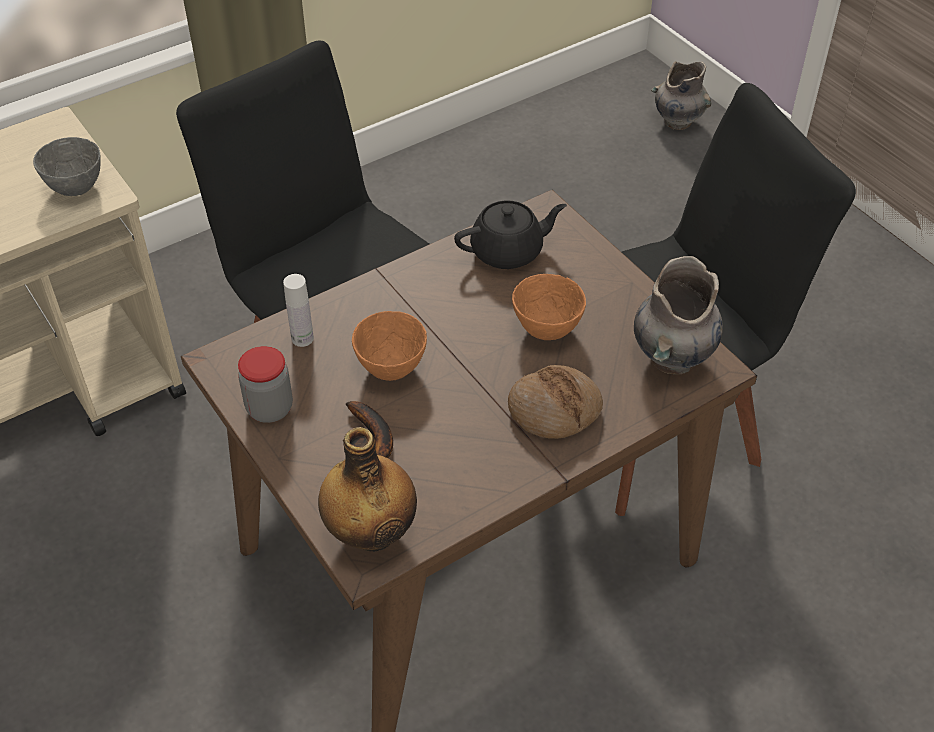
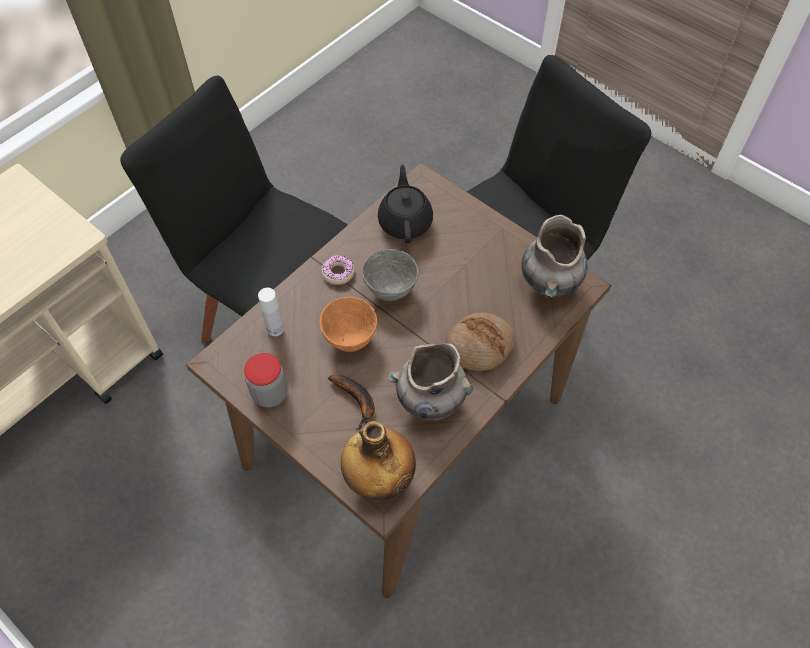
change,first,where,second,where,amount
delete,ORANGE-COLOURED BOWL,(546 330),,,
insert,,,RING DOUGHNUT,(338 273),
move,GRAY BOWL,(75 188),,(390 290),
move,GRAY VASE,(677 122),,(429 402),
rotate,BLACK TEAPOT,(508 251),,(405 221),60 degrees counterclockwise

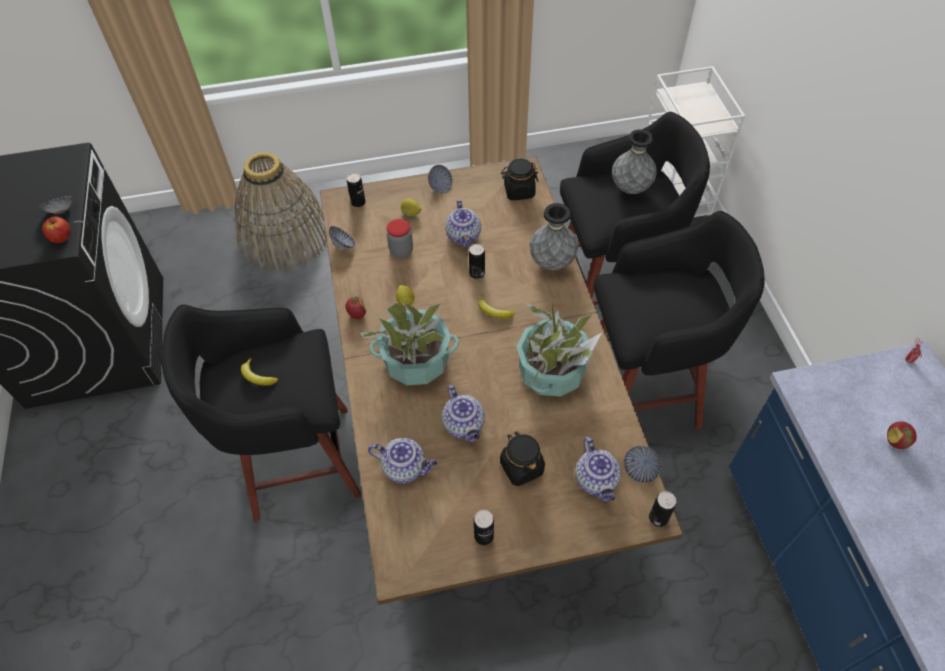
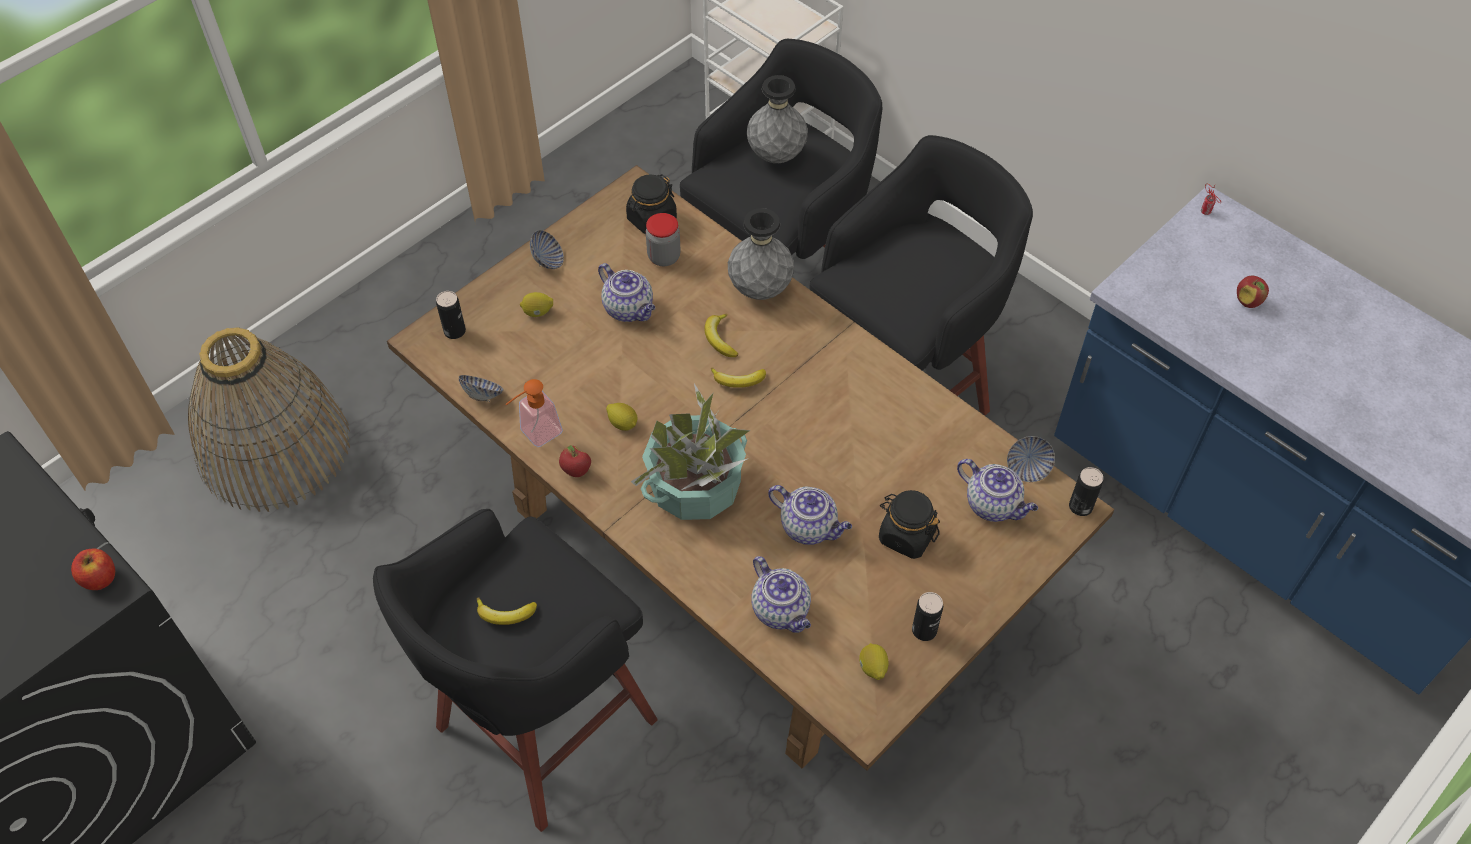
change,first,where,second,where,amount
delete,BOWL,(62 211),,,
delete,SEALED CAN,(477 273),,,
delete,POTTED PLANT,(551 372),,,
insert,,,LIQUID SOAP BOTTLE,(535 435),
insert,,,WHOLE BANANA,(720 339),
insert,,,LEMON,(872 668),
move,PRESERVE JAR,(401 251),,(664 257),
rotate,TEAPOT,(405 467),,(782 610),75 degrees clockwise

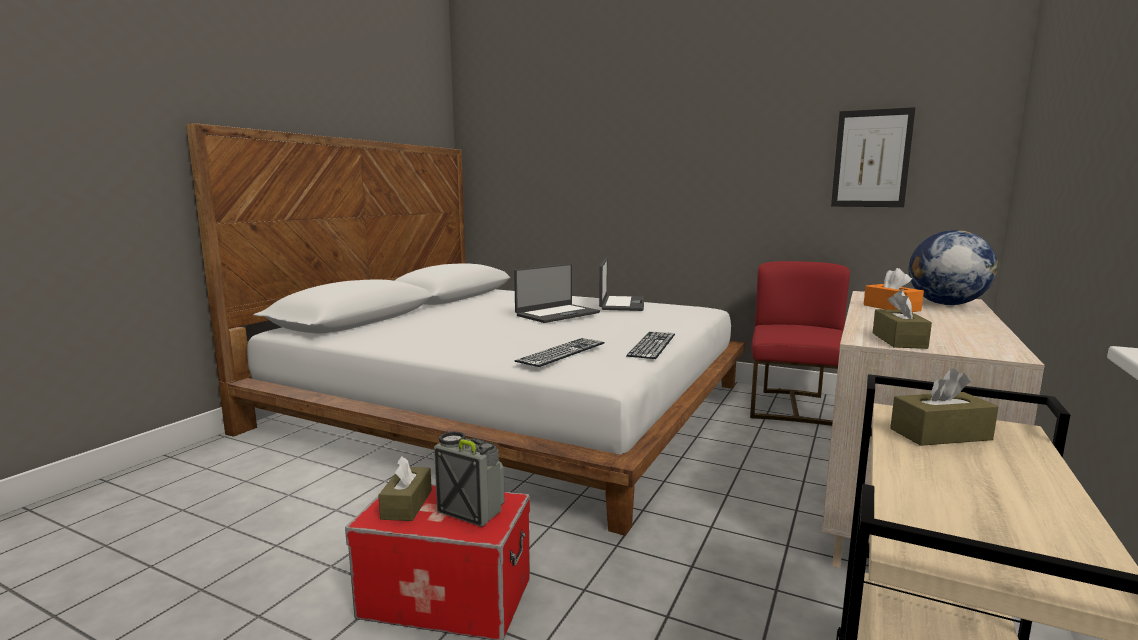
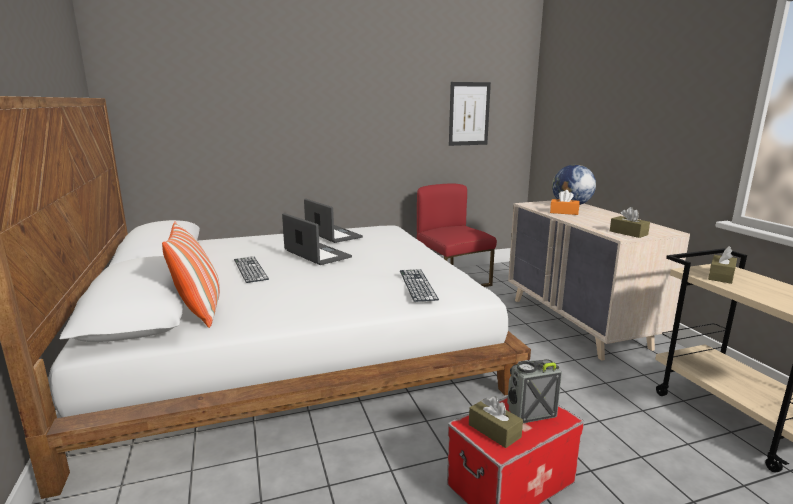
change,first,where,second,where,amount
insert,,,PILLOW,(199 311),
move,KEYBOARD,(652 345),,(250 269),
rotate,PORTABLE COMPUTER,(557 314),,(316 254),45 degrees counterclockwise

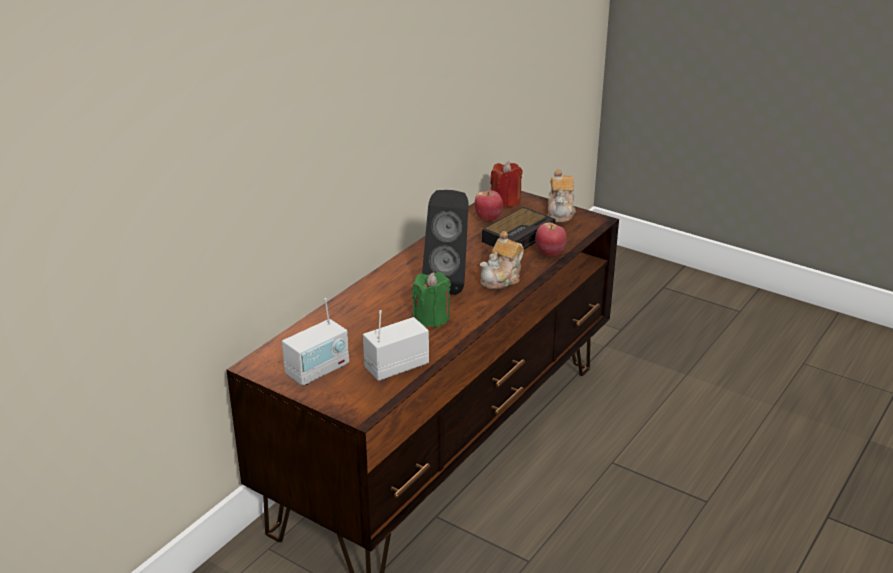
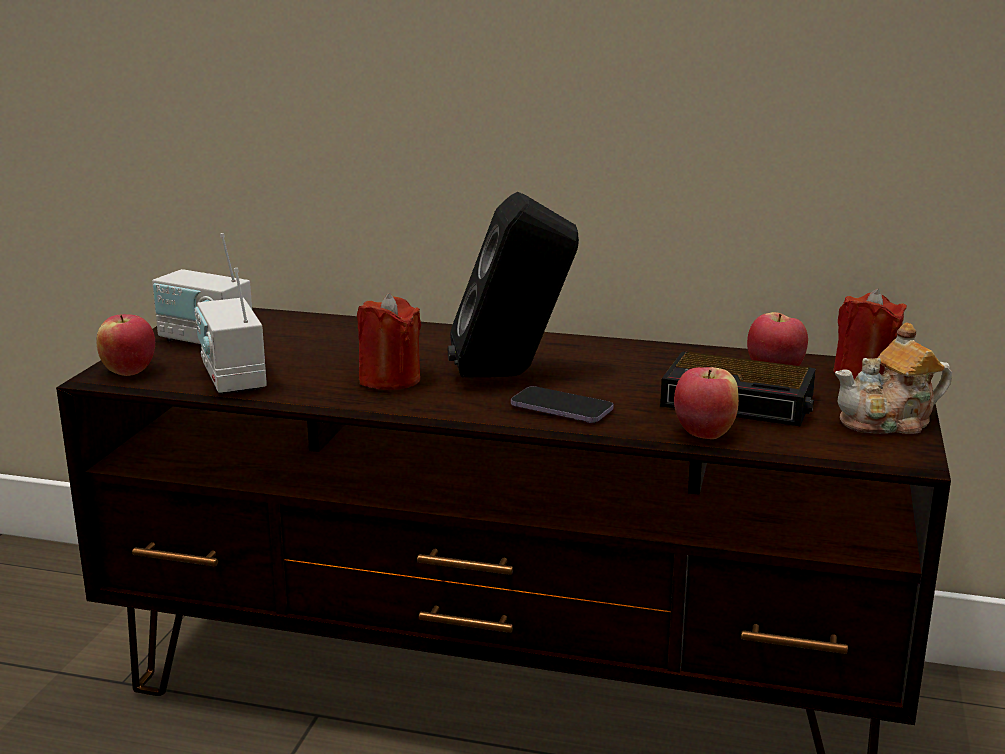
change,first,where,second,where,amount
insert,,,APPLE,(129 371),
replace,TEAPOT,(502 279),TELEPHONE,(561 408),
recolor,GREEN WAX LIGHT,(432 318),RED-COLOURED WAX LIGHT,(389 379),
rotate,RADIO RECEIVER,(396 367),,(233 378),150 degrees counterclockwise

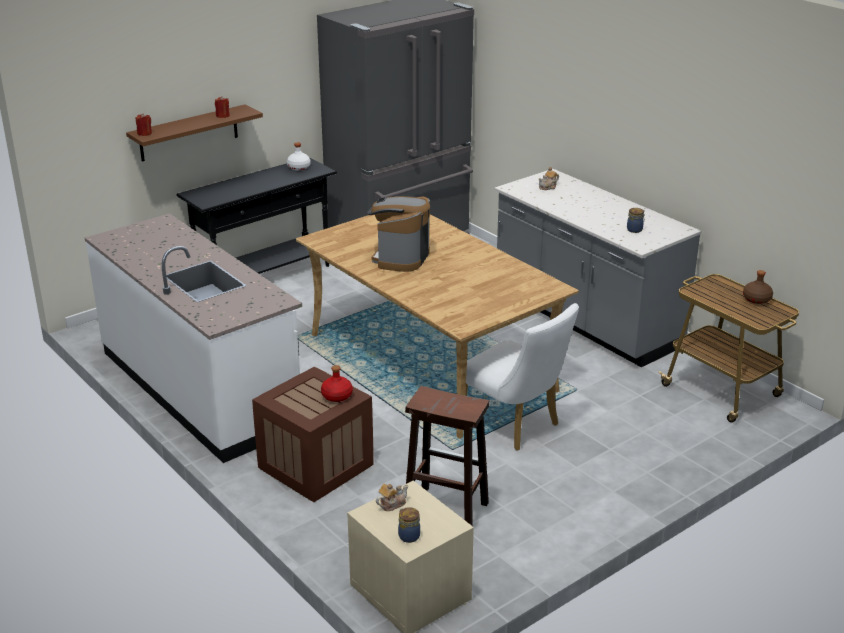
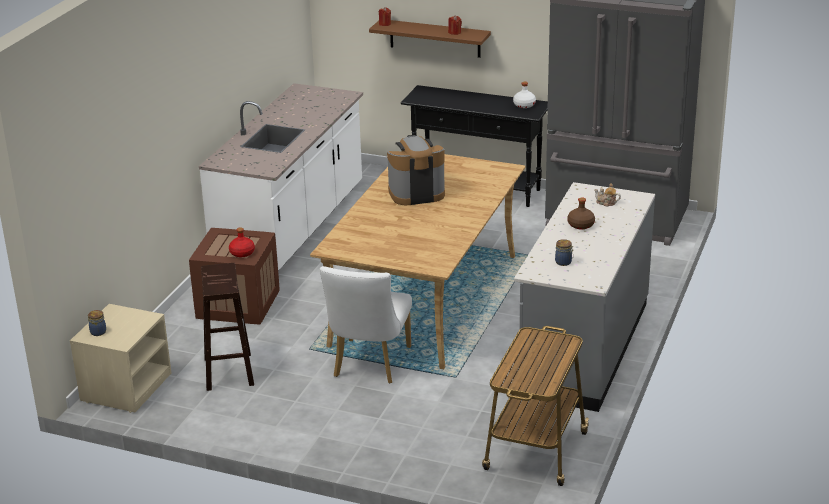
change,first,where,second,where,amount
delete,TEAPOT,(392 504),,,
move,BROWNISH DRINK BOTTLE,(756 299),,(580 225),

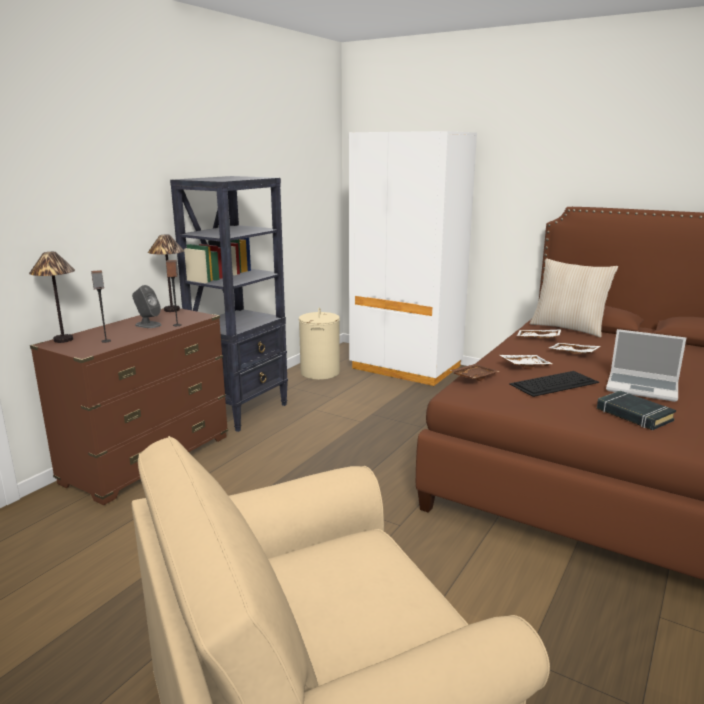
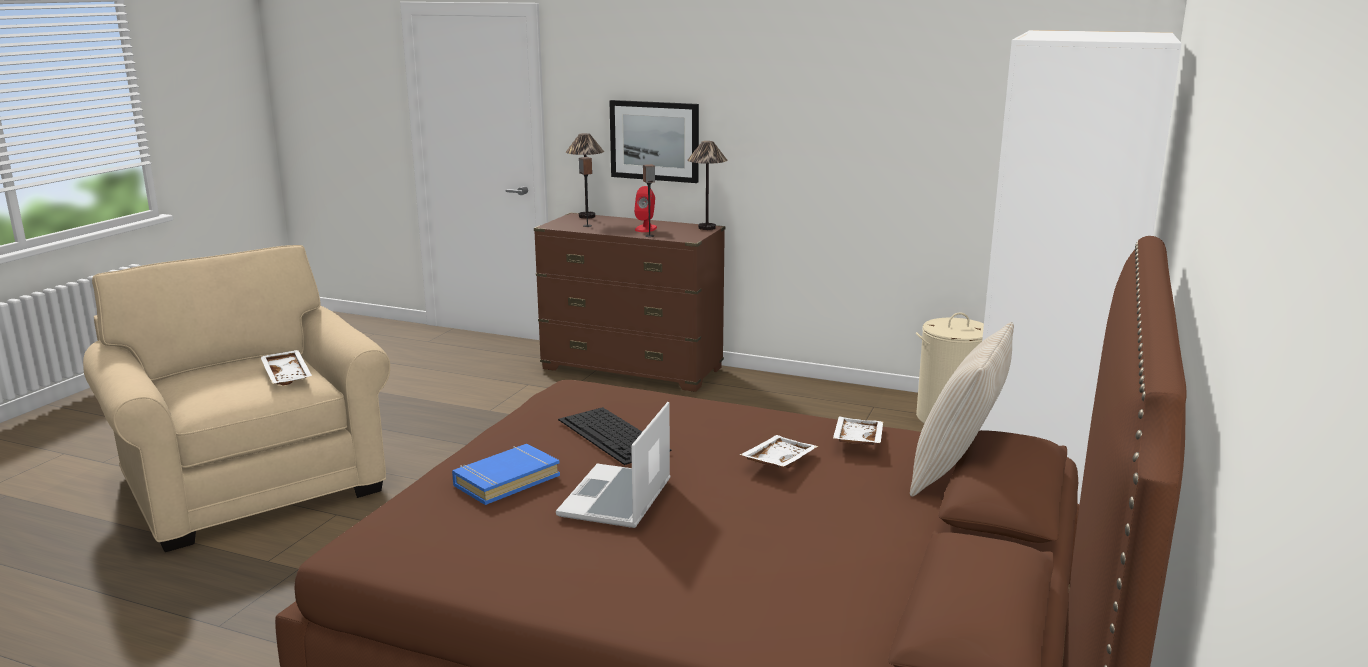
change,first,where,second,where,amount
delete,BLACK BOOKCASE,(242 411),,,
delete,BROWNISH CARRYING TRAY,(473 377),,,
insert,,,PICTURE,(654 141),
move,WHITE-COLOURED CARRYING TRAY,(524 365),,(288 375),
recolor,GRAY SPEAKER,(148 325),RED-COLOURED SPEAKER,(646 228),
recolor,BLACK VOLUME,(633 415),BLUE-COLOURED VOLUME,(506 480),

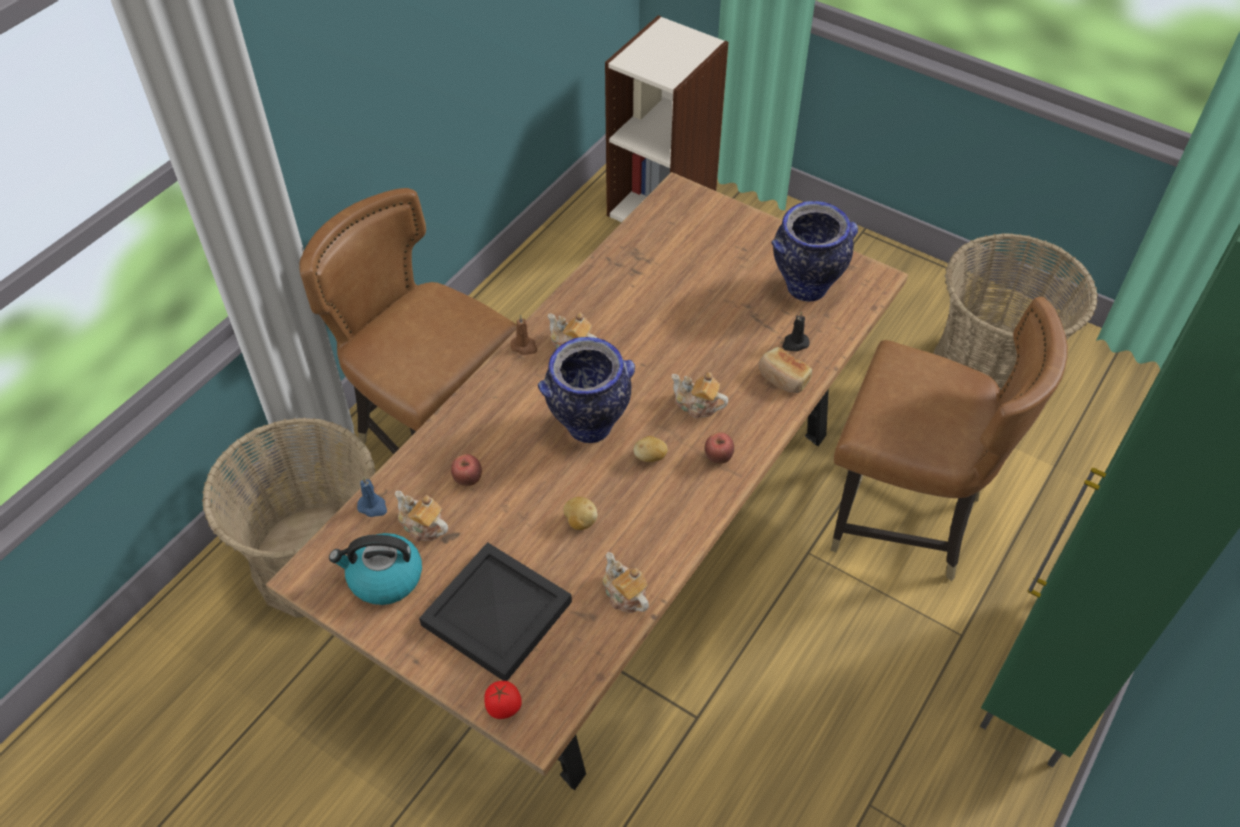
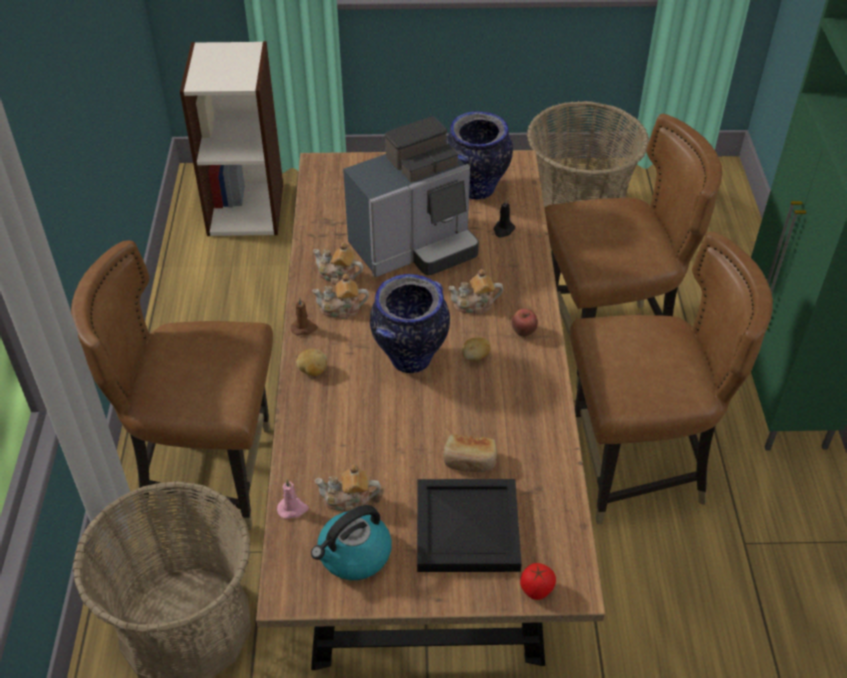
change,first,where,second,where,amount
delete,APPLE,(468 480),,,
insert,,,COFFEE MAKER,(415 247),
insert,,,BROWNISH UPRIGHT CHAIR,(636 468),
move,SPUD,(580 521),,(312 371),
move,TEAPOT,(624 595),,(338 275),
move,BAKED BREAD,(783 378),,(469 461),
recolor,BLUE-COLOURED WAX LIGHT,(373 507),PINKISH WAX LIGHT,(293 509),

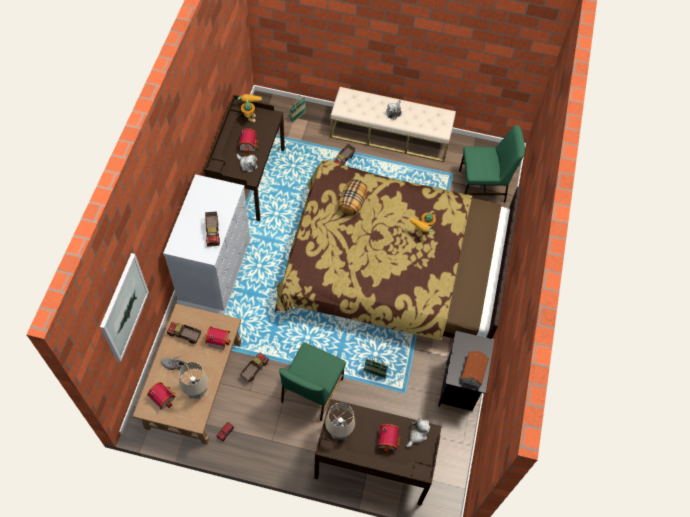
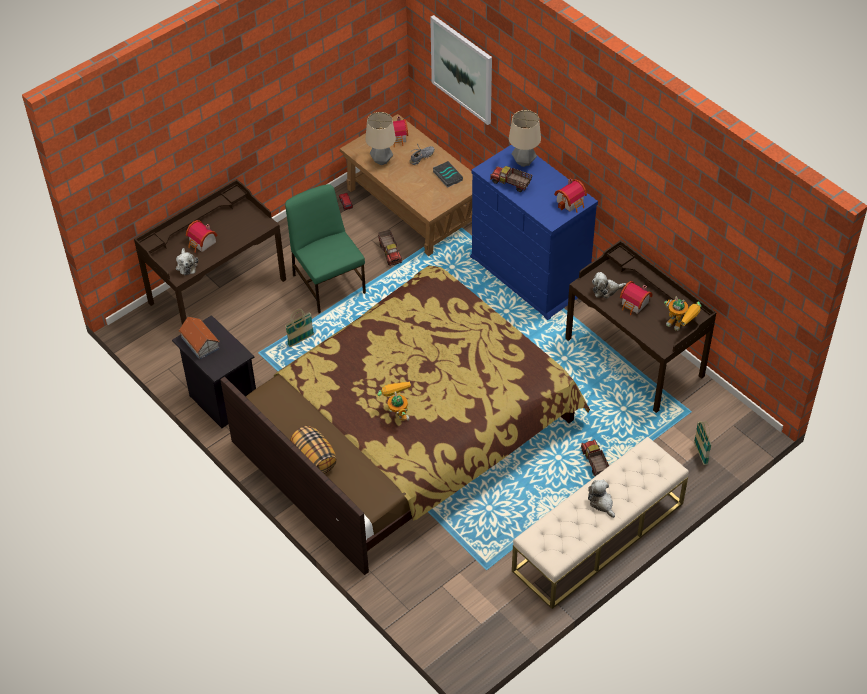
change,first,where,second,where,amount
delete,GREEN UPRIGHT CHAIR,(483 186),,,
move,MINIATURE HOUSE,(218 339),,(571 202),
move,LAMP FOR A TABLE,(339 432),,(523 162),
move,PILLOW,(352 203),,(314 459),
replace,MODEL TRUCK,(185 335),VOLUME,(447 176),
recolor,WHITE-COLOURED DRAWER CHEST,(214 270),BLUE-COLOURED DRAWER CHEST,(530 273),

